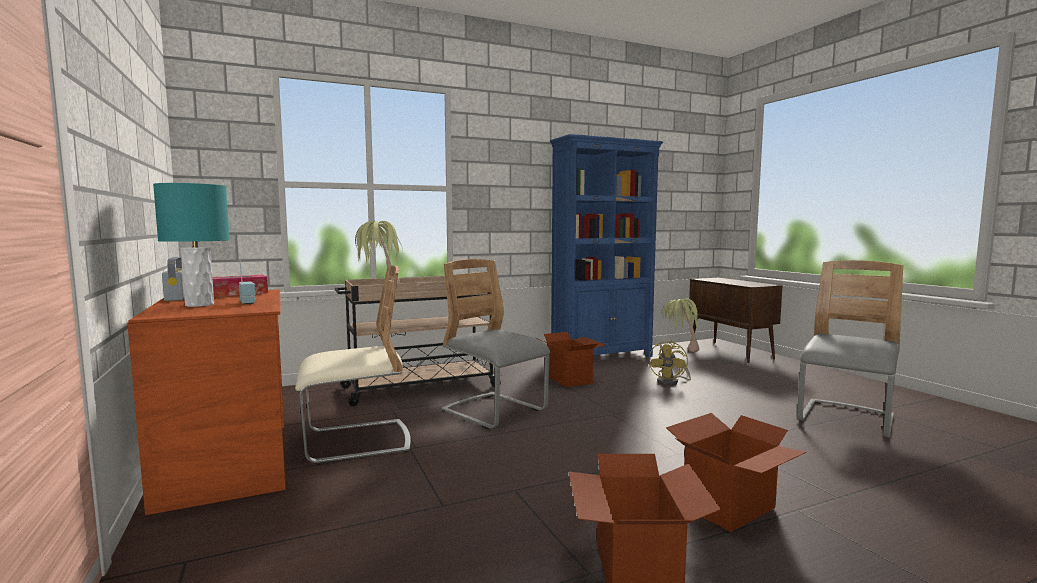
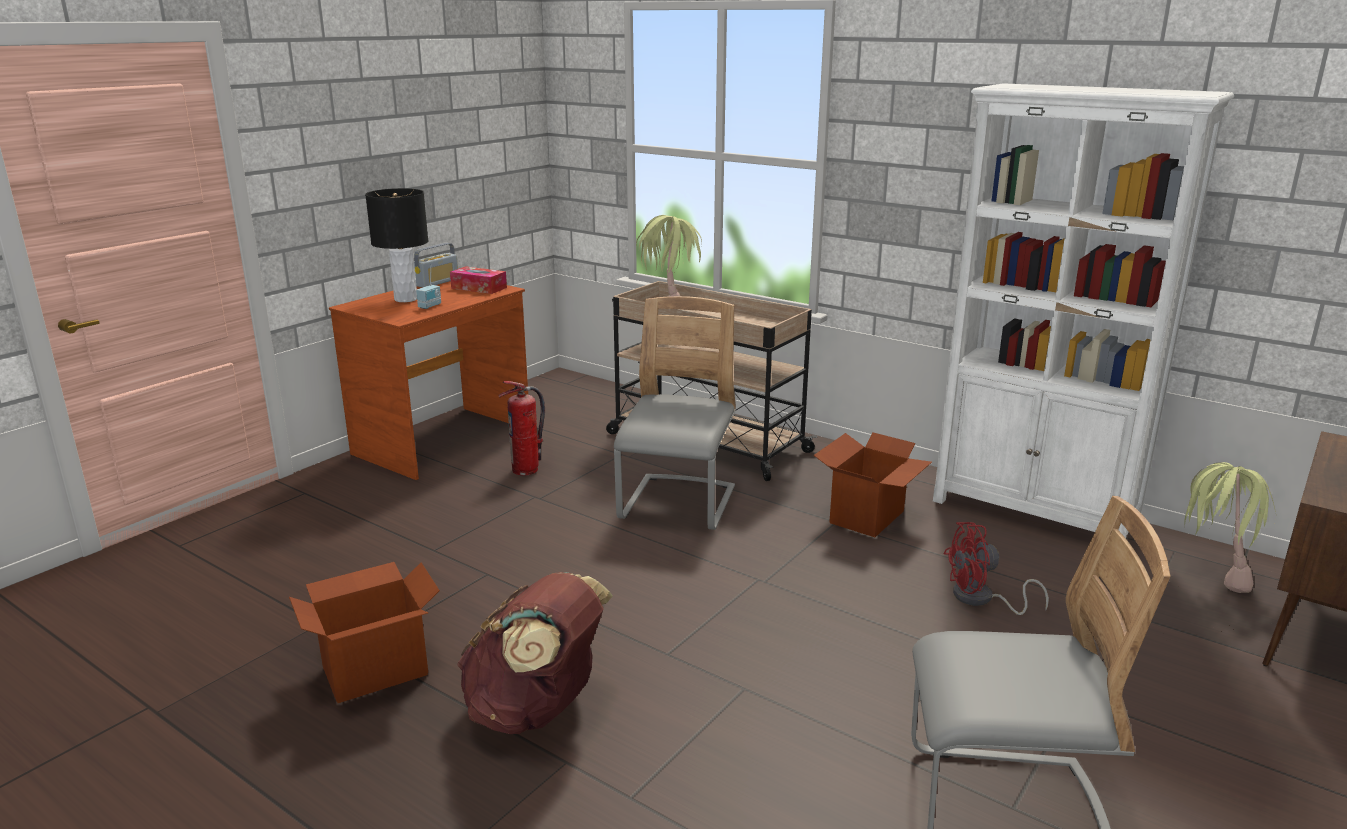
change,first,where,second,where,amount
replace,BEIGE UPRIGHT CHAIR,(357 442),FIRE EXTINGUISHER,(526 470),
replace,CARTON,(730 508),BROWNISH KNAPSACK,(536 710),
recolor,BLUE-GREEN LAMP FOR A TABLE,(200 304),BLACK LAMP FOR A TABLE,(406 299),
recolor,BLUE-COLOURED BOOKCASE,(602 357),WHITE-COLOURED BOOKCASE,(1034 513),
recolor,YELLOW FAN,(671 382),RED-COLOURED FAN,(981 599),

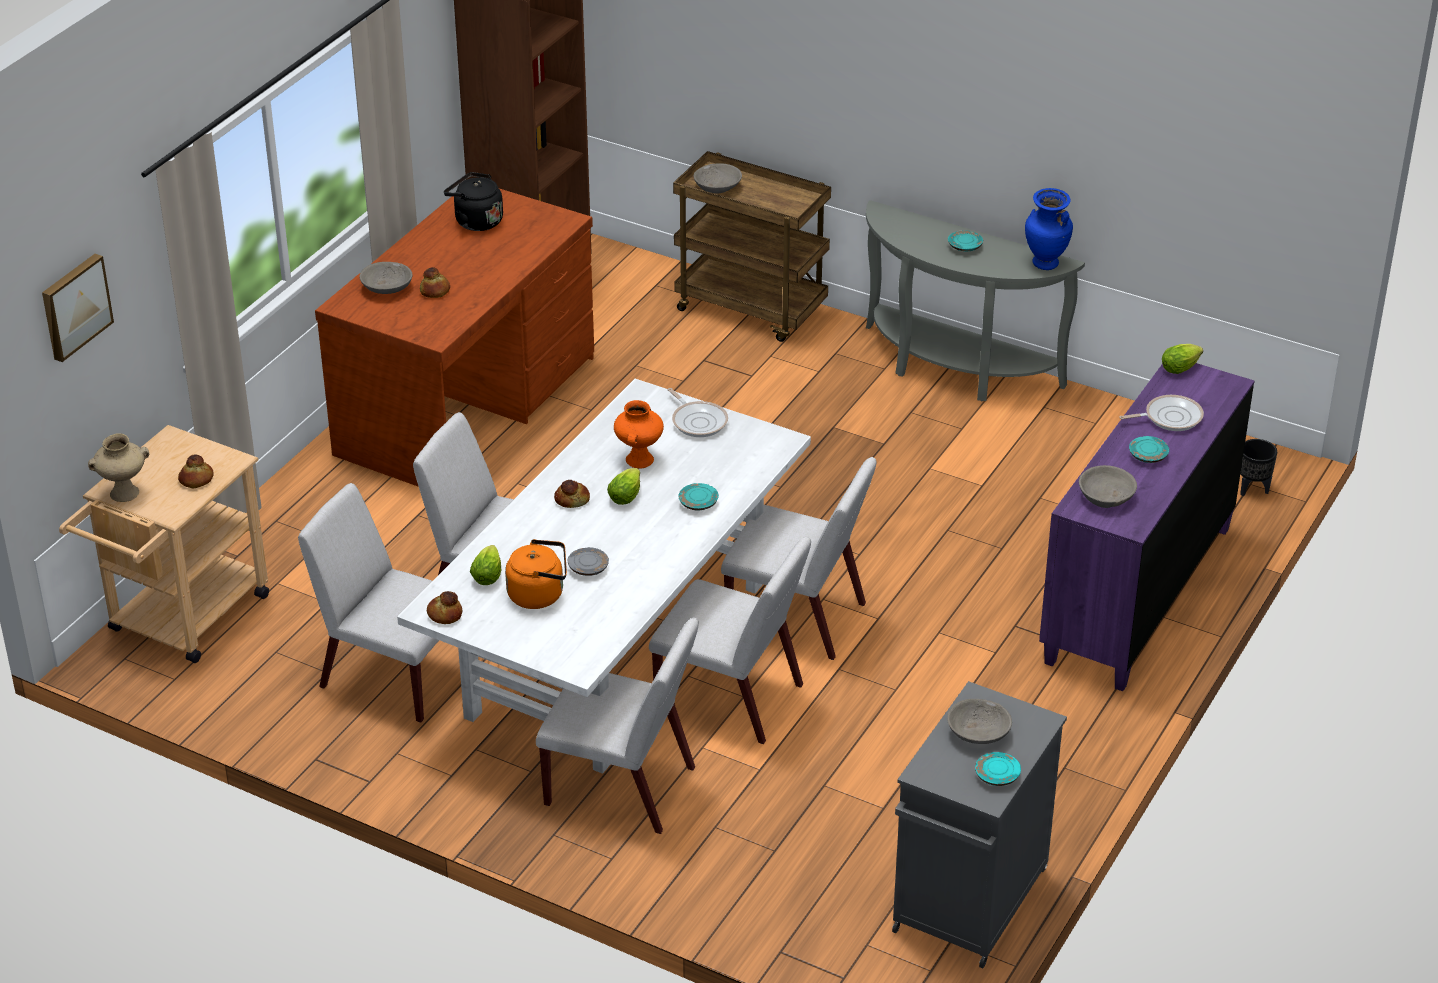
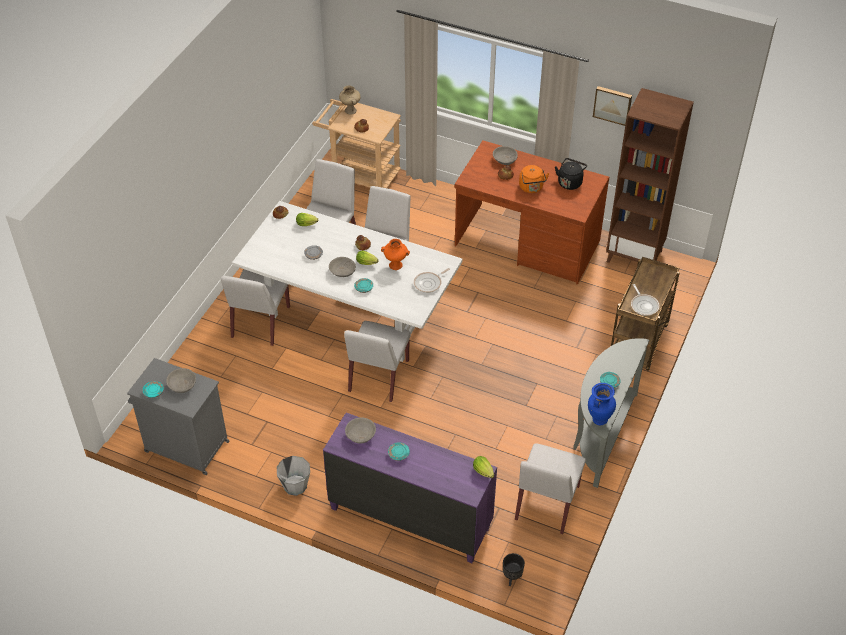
change,first,where,second,where,amount
insert,,,GRAY PAIL,(295 485),
move,PICTURE,(74 306),,(612 104),
move,ORANGE-COLOURED KETTLE,(539 594),,(531 188),
move,WHITE-COLOURED UPRIGHT CHAIR,(731 698),,(546 503),
move,GRAY BOWL,(717 187),,(342 271),
move,SKILLET,(1169 417),,(644 305),

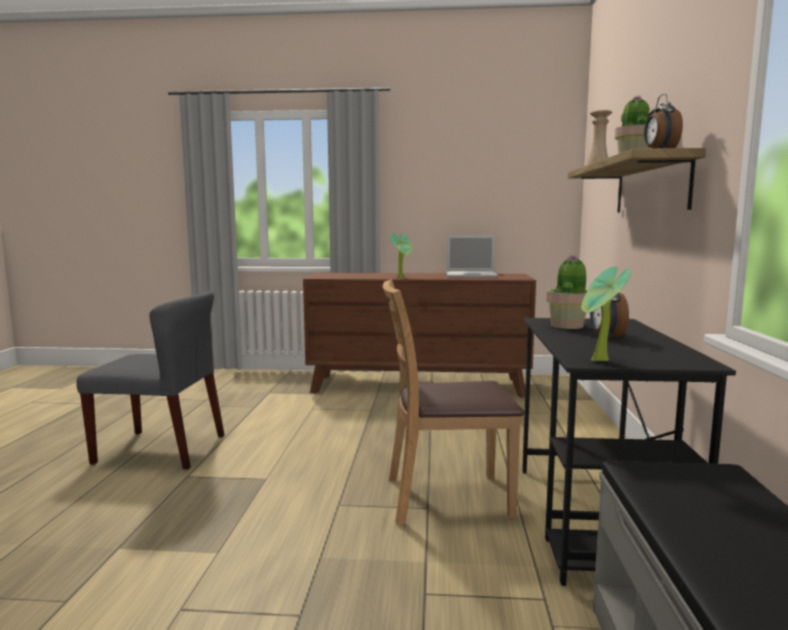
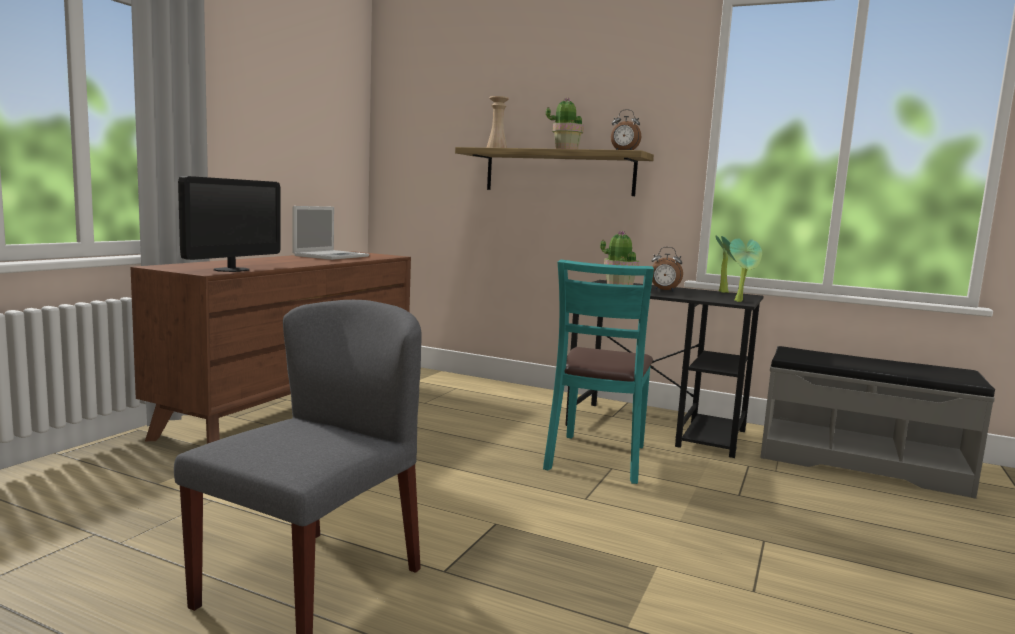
change,first,where,second,where,amount
insert,,,COMPUTER SCREEN,(231 270),
move,POTTED PLANT,(401 278),,(724 292),
recolor,BROWNISH UPRIGHT CHAIR,(446 497),BLUE-GREEN UPRIGHT CHAIR,(597 458),

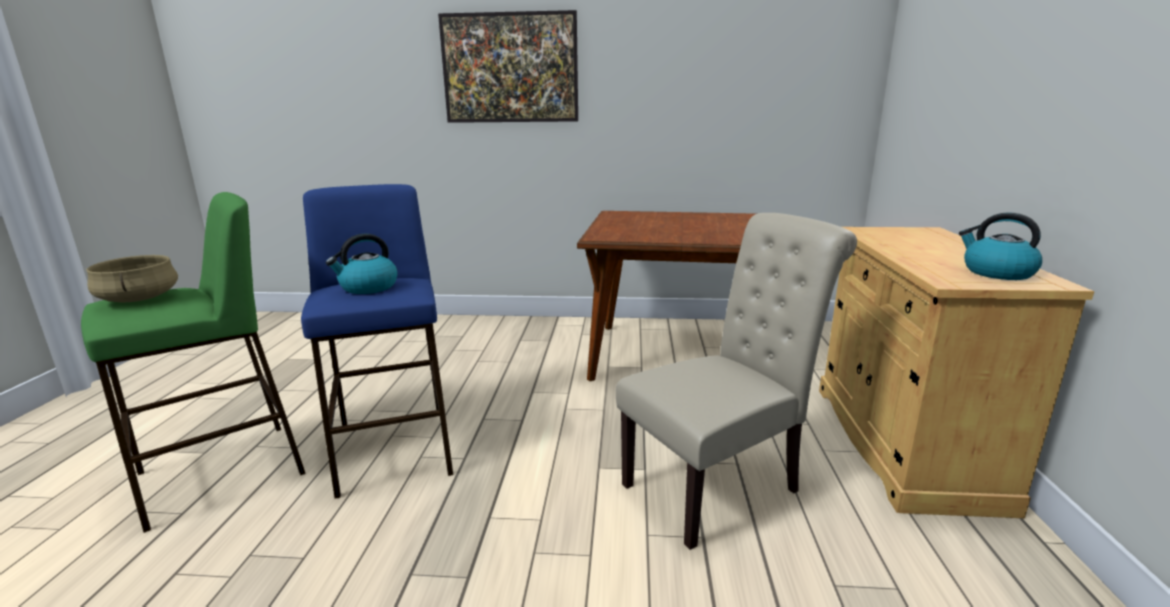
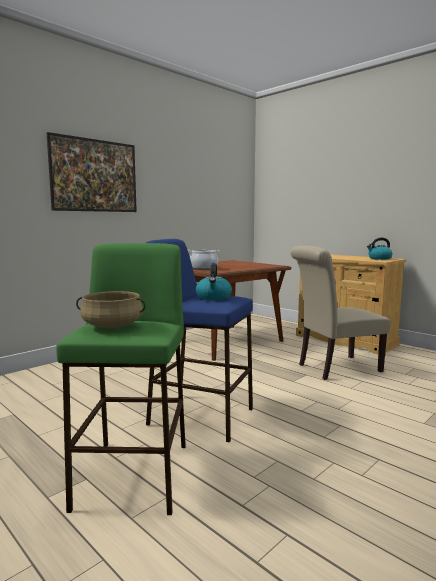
change,first,where,second,where,amount
insert,,,COOKING POT,(203 268),
rotate,BEIGE UPRIGHT CHAIR,(720 485),,(334 368),120 degrees counterclockwise

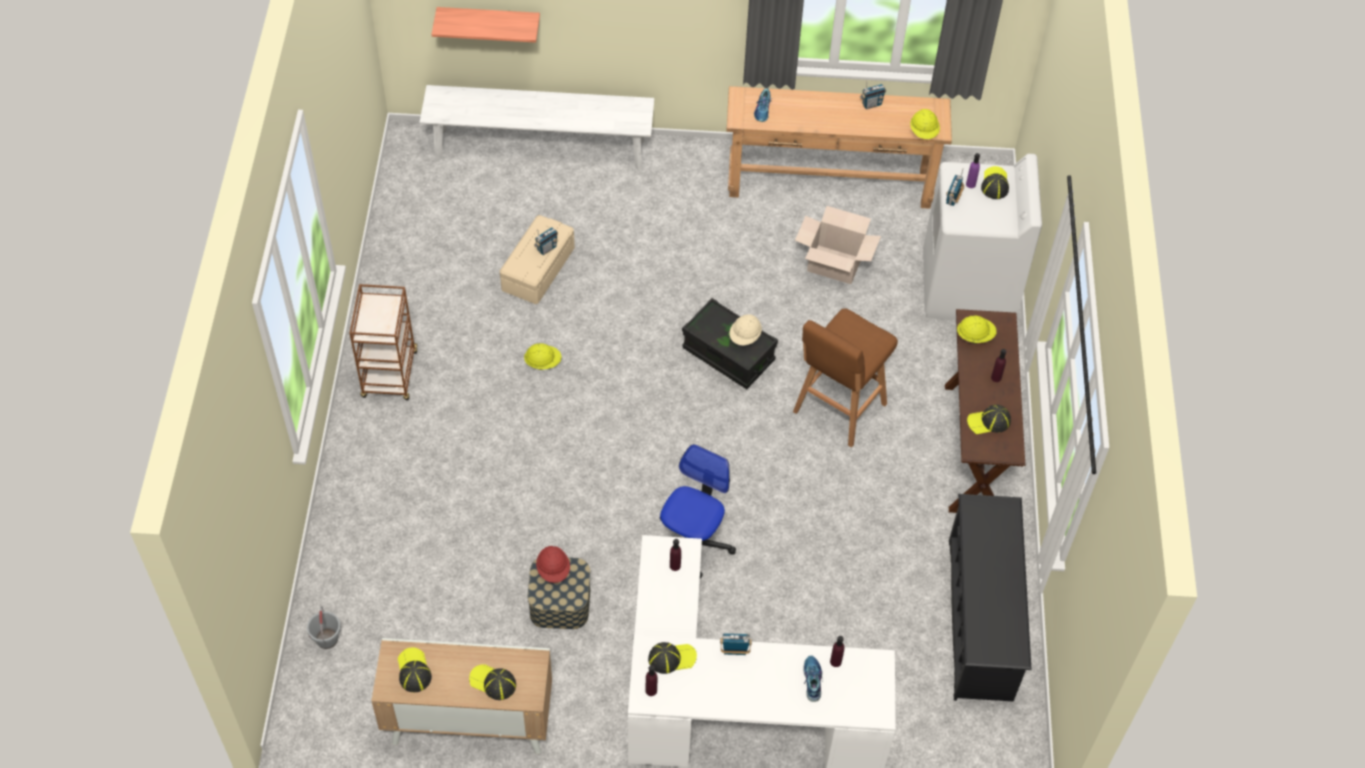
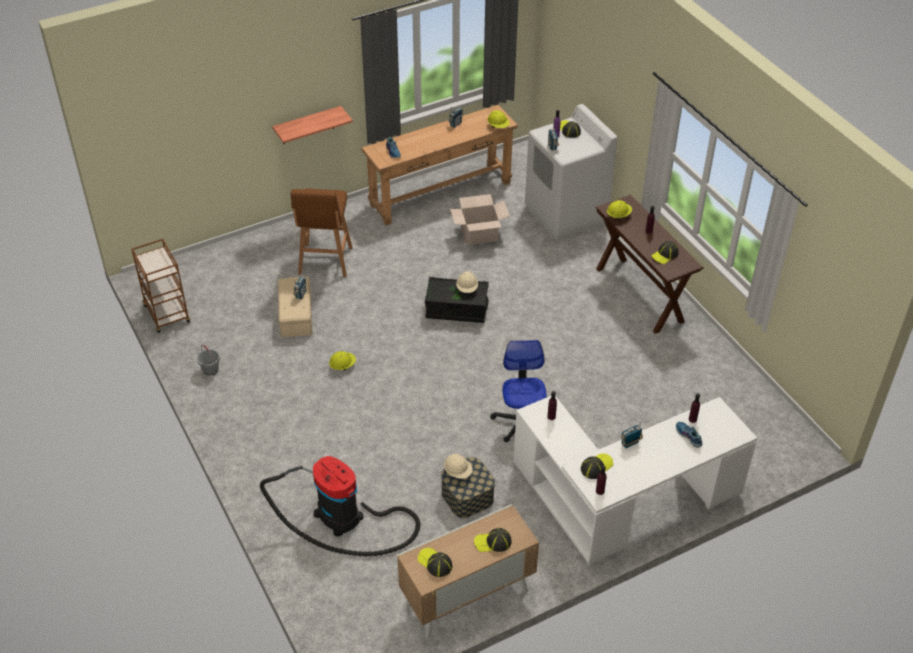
change,first,where,second,where,amount
delete,WHITE-COLOURED LONG SEAT,(540 149),,,
delete,BLACK SHOE SHELF,(980 620),,,
insert,,,VACUUM,(343 518),
move,GRAY PAIL,(327 639),,(211 370),
move,BROWNISH WHEELED CART,(390 375),,(167 315),
move,WALL SHELF,(489 22),,(307 125),
move,BROWNISH SITTING STOOL,(837 410),,(325 262),
recolor,RED-COLOURED SAFETY HELMET,(553 570),BEIGE SAFETY HELMET,(458 472),

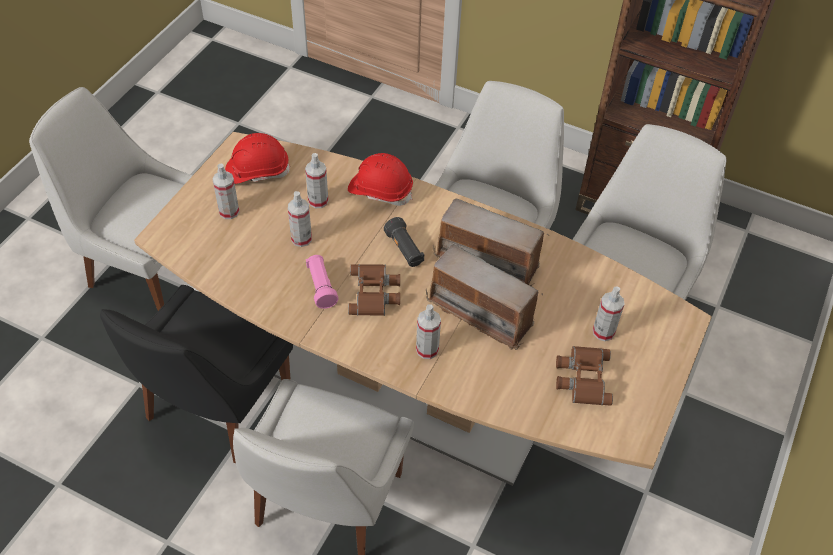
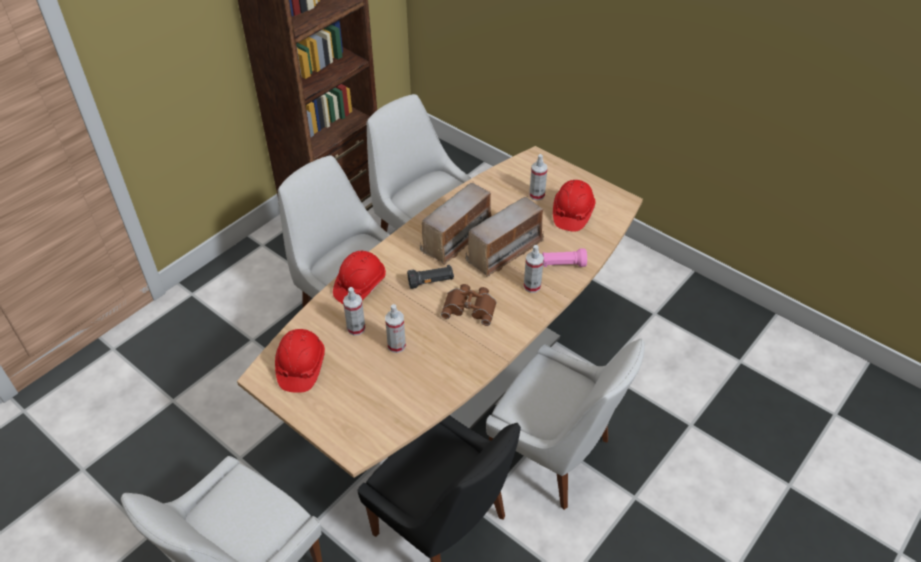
change,first,where,second,where,amount
delete,SPRAYER,(229 211),,,
move,PINKISH FLASHLIGHT,(321 287),,(563 264),
replace,BROWNISH FIELD GLASSES,(582 377),RED-COLOURED SAFETY HELMET,(572 213),

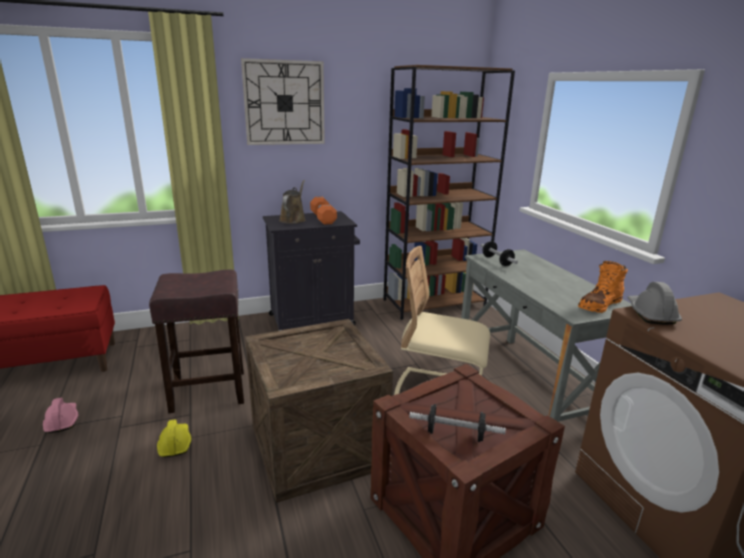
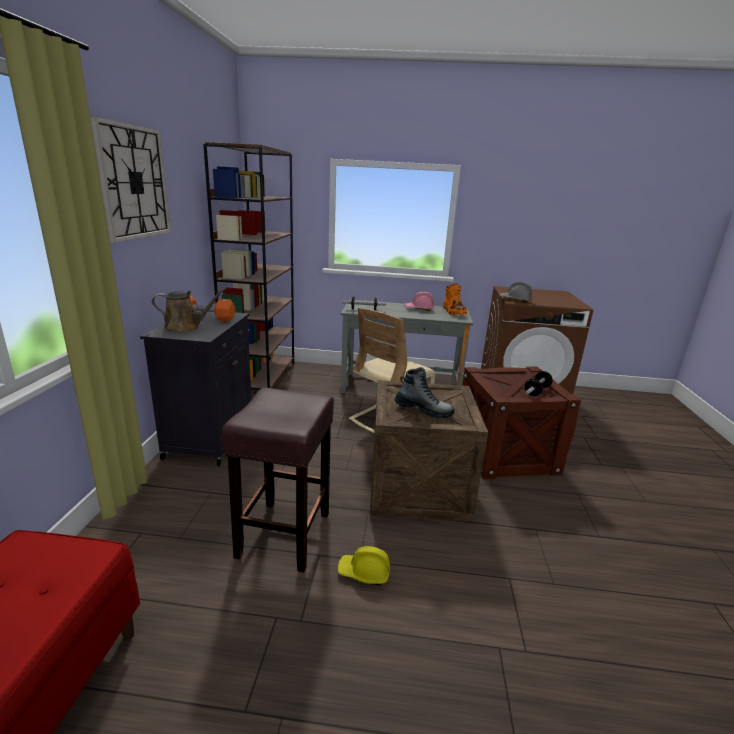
change,first,where,second,where,amount
insert,,,BOOT,(423 410),
move,PINKISH SAFETY HELMET,(62 421),,(419 309),
rotate,BROWNISH WATERING POT,(293 219),,(185 327),135 degrees clockwise

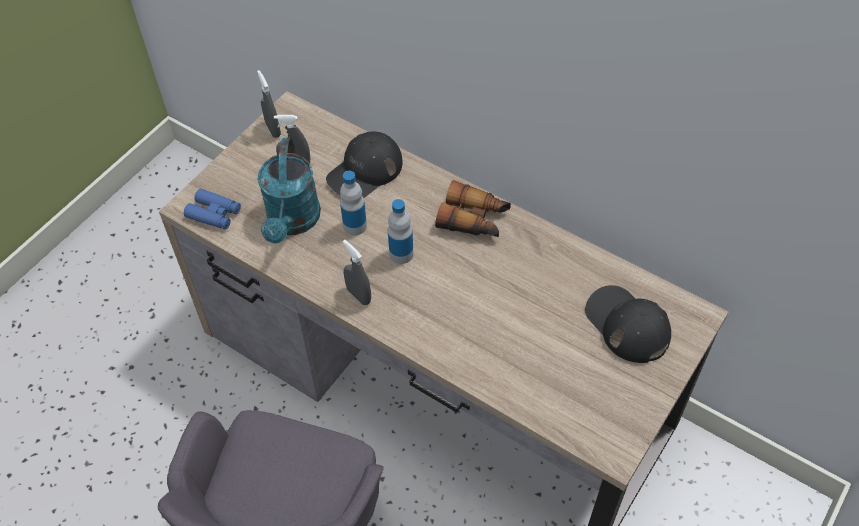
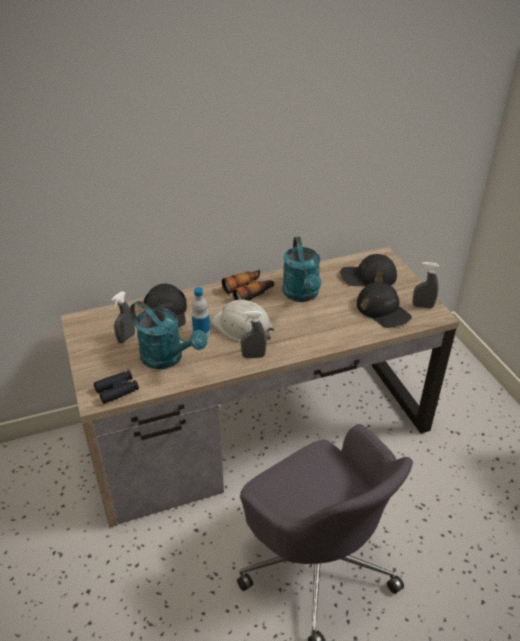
change,first,where,second,where,amount
insert,,,BLUE-GREEN WATERING POT,(302 295),
insert,,,BLACK PEAKED CAP,(383 310),
move,GRAY SPRAYER,(273 129),,(422 306),
replace,DRINK BOTTLE,(401 254),WHITE-COLOURED SAFETY HELMET,(242 327),
recolor,BLUE-COLOURED FIELD GLASSES,(214 214),BLACK FIELD GLASSES,(117 390),

